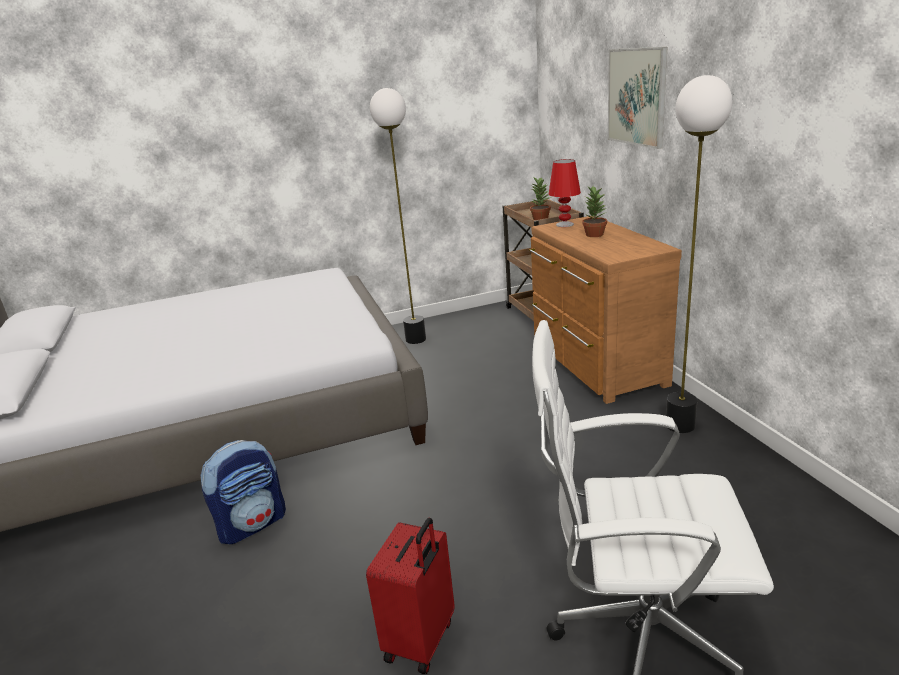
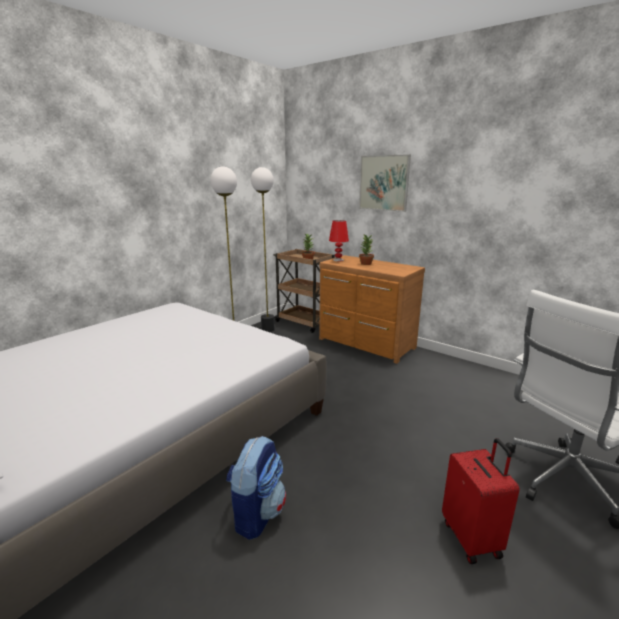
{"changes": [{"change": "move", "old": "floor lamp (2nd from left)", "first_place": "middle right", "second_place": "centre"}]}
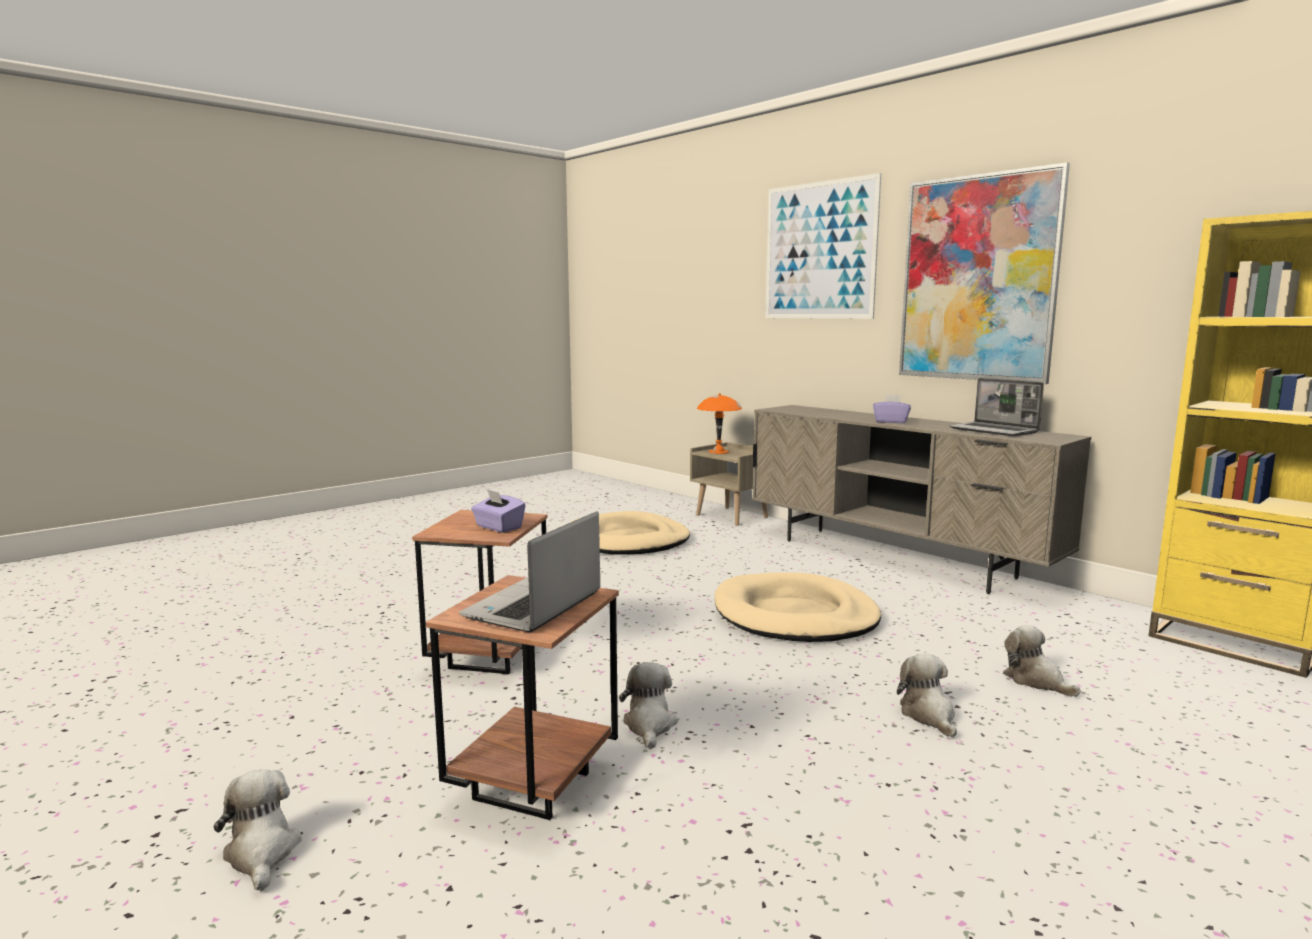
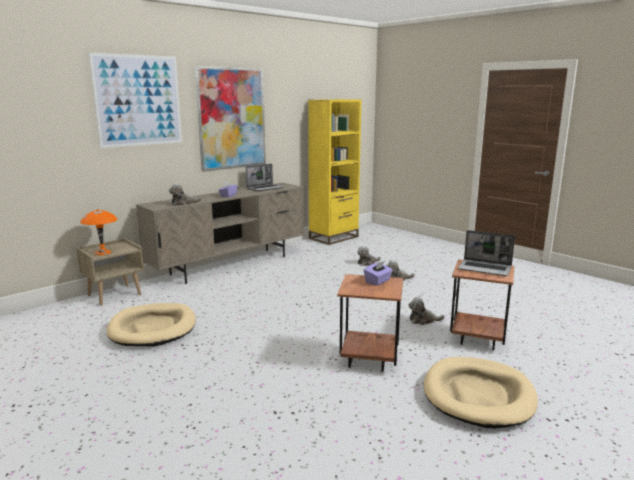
{"changes": [{"change": "move", "old": "plush toy (1st from left)", "first_place": "bottom left", "second_place": "middle left"}, {"change": "move", "old": "beige dog bed (2nd from left)", "first_place": "centre", "second_place": "bottom right"}]}
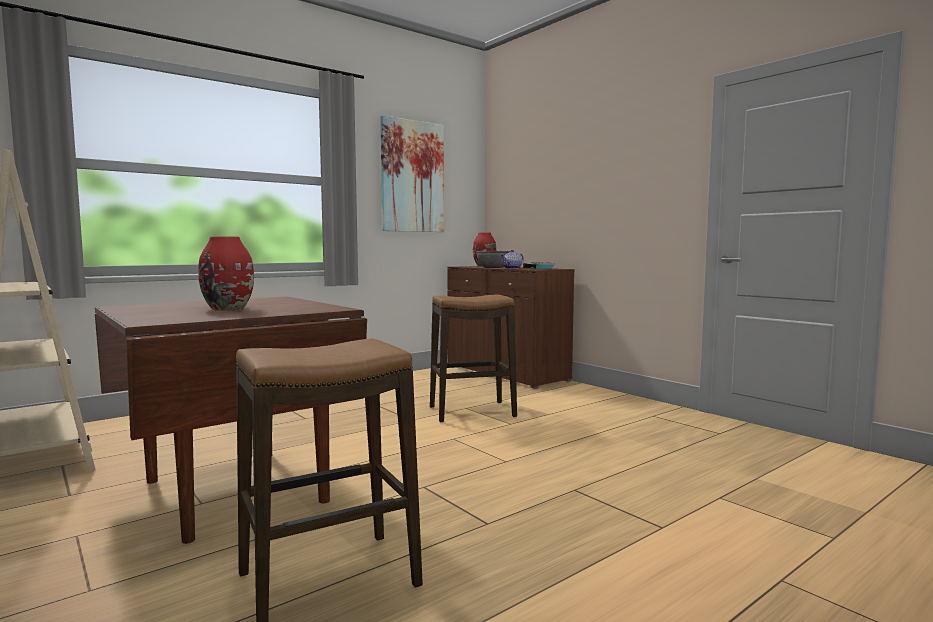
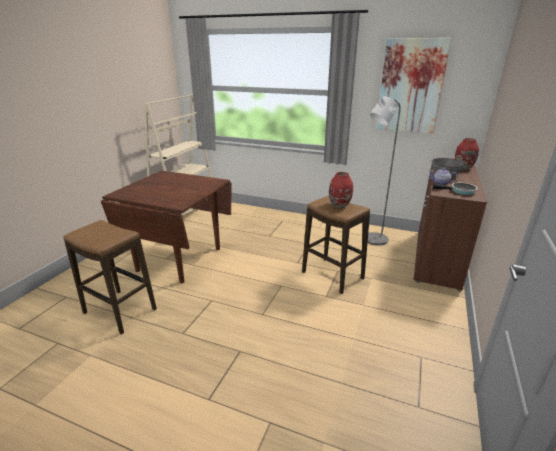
{"changes": [{"change": "move", "old": "red vase (1st from left)", "first_place": "middle left", "second_place": "centre"}, {"change": "insert", "new": "grey floor lamp", "second_place": "middle right"}]}
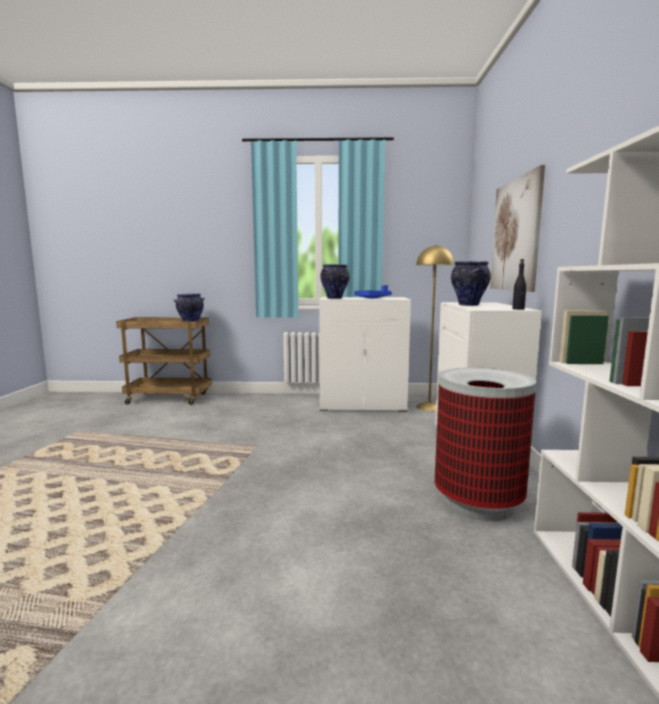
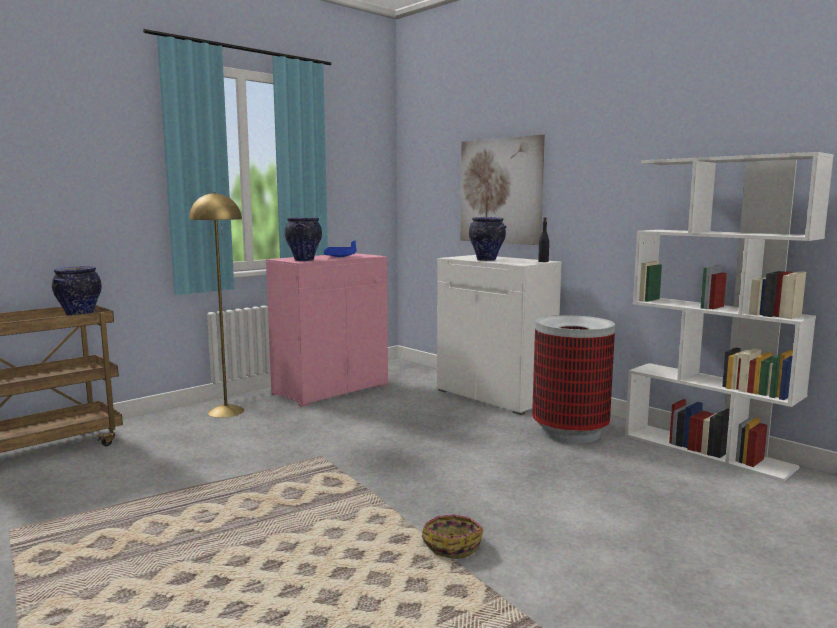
{"changes": [{"change": "recolor", "old": "white cabinet (1st from left)", "new": "pink cabinet", "first_place": "centre", "second_place": "centre"}, {"change": "move", "old": "yellow floor lamp", "first_place": "centre", "second_place": "middle left"}, {"change": "insert", "new": "basket", "second_place": "bottom centre"}]}
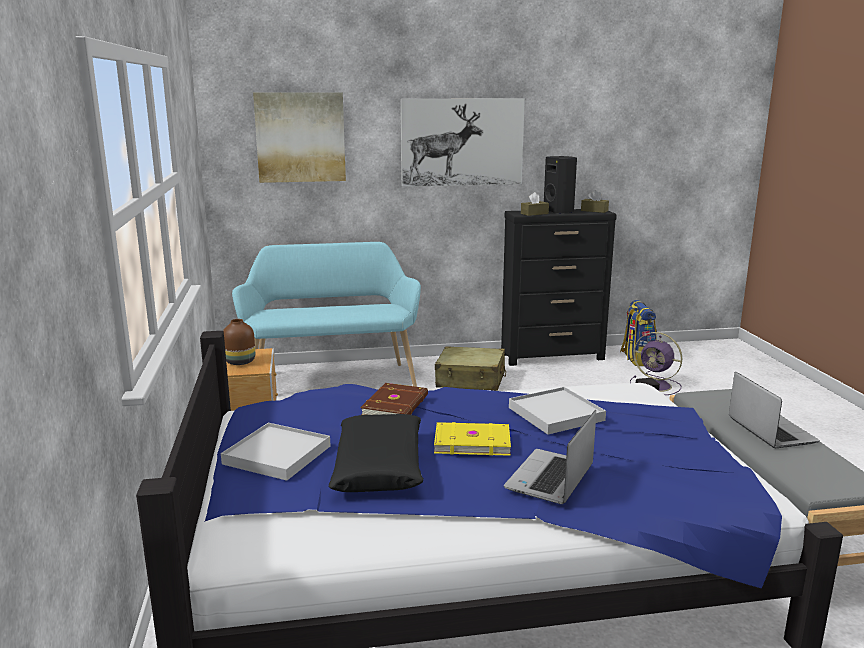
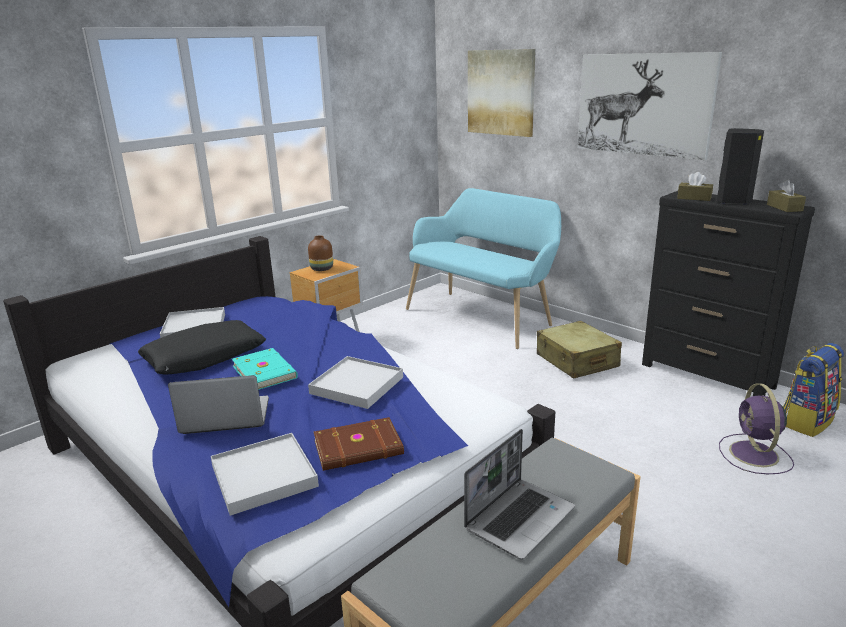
{"changes": [{"change": "move", "old": "brown book", "first_place": "centre", "second_place": "bottom centre"}, {"change": "recolor", "old": "yellow book", "new": "turquoise book", "first_place": "bottom centre", "second_place": "middle left"}, {"change": "insert", "new": "white tray (2nd from left)", "second_place": "bottom left"}]}
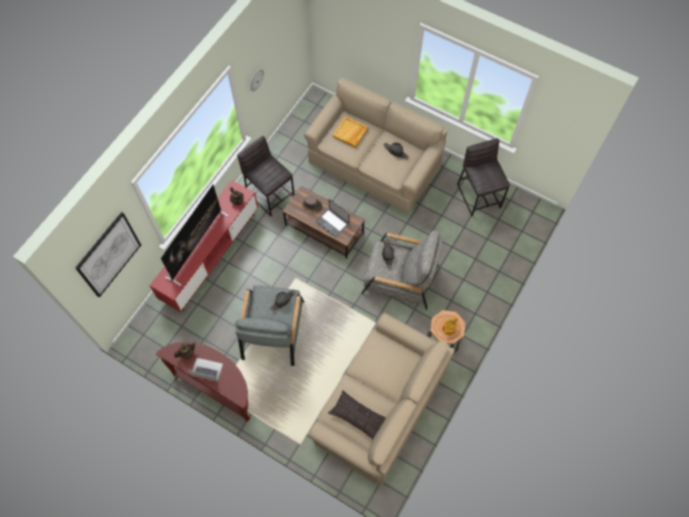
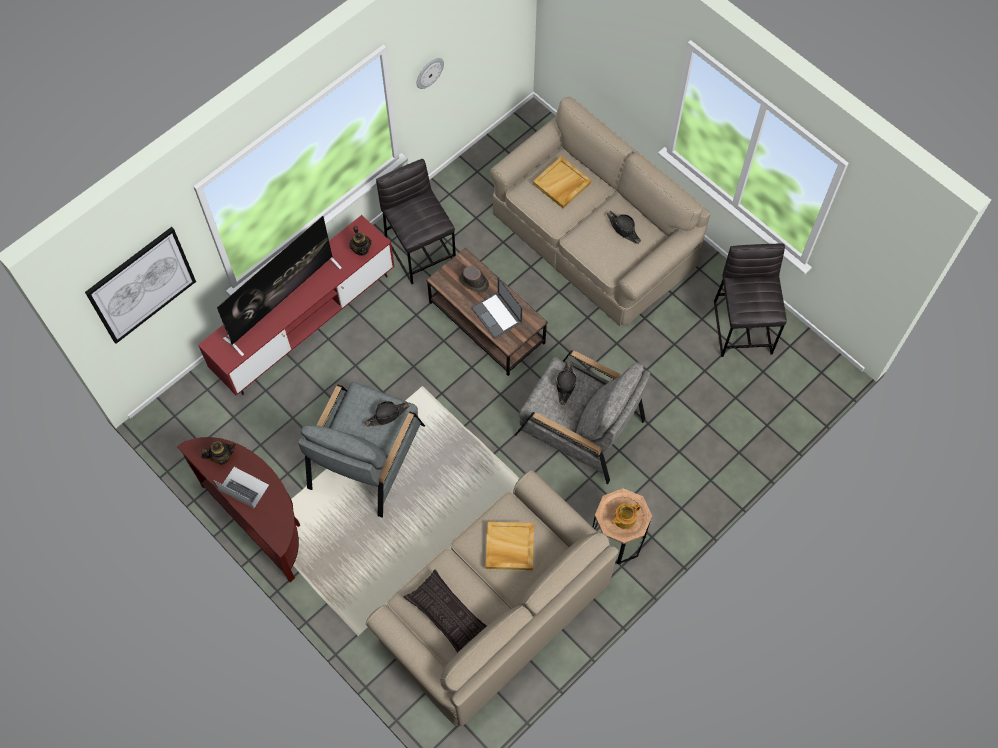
{"changes": [{"change": "insert", "new": "beige tray (1st from left)", "second_place": "bottom centre"}]}
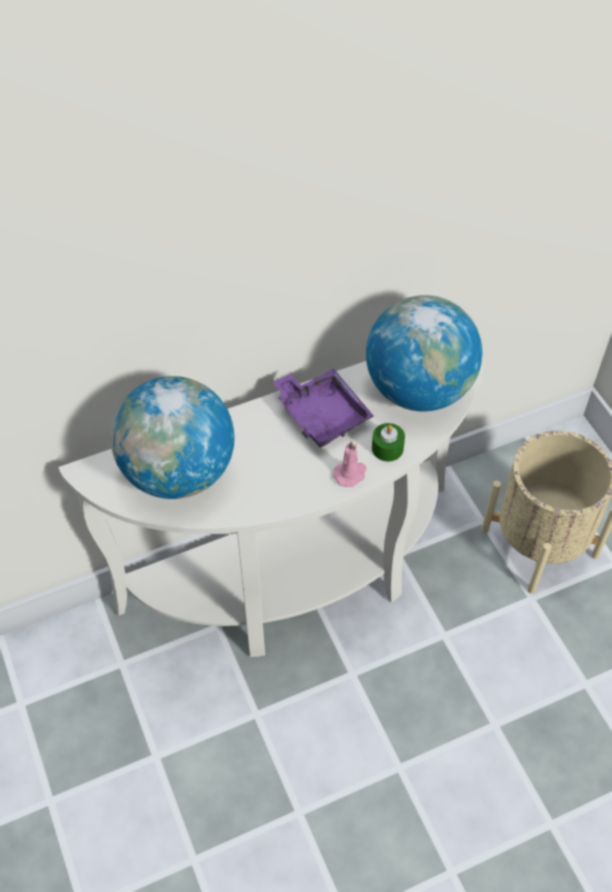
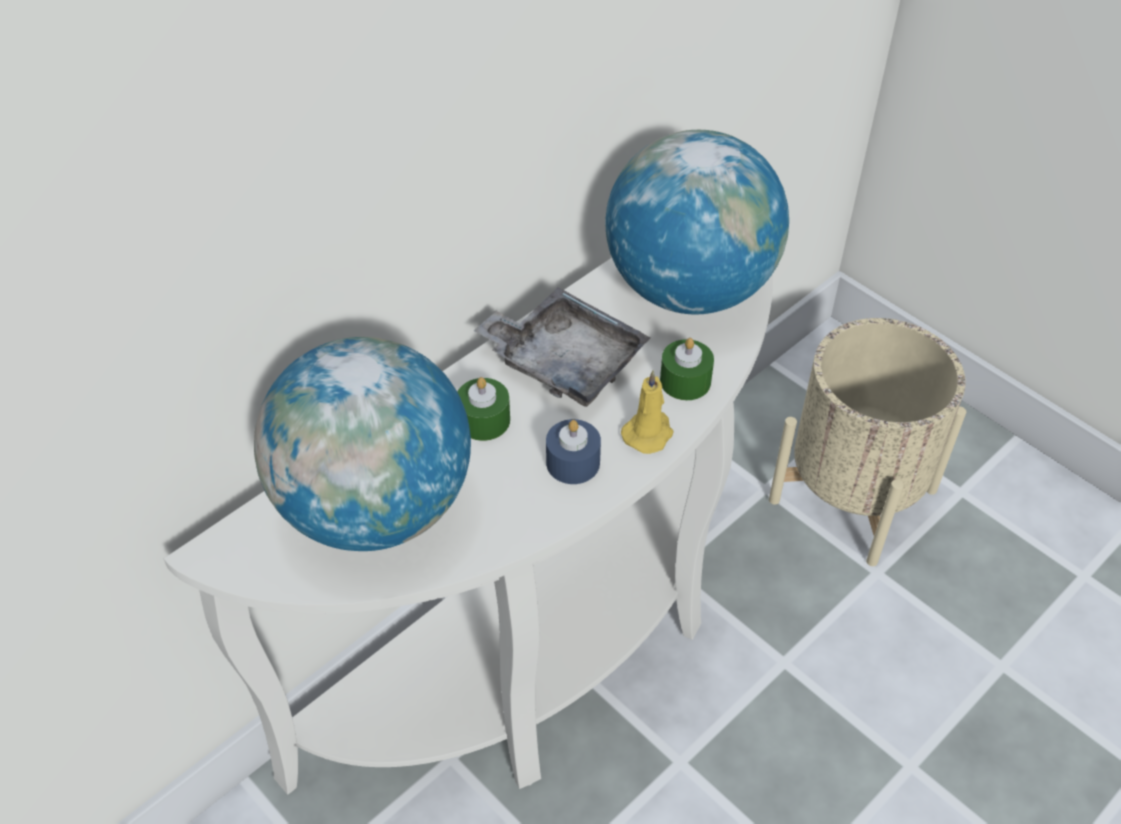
{"changes": [{"change": "recolor", "old": "purple tray", "new": "grey tray", "first_place": "centre", "second_place": "centre"}, {"change": "recolor", "old": "pink candle", "new": "yellow candle", "first_place": "centre", "second_place": "centre"}, {"change": "insert", "new": "green candle (1st from left)", "second_place": "centre"}, {"change": "insert", "new": "blue candle", "second_place": "centre"}]}
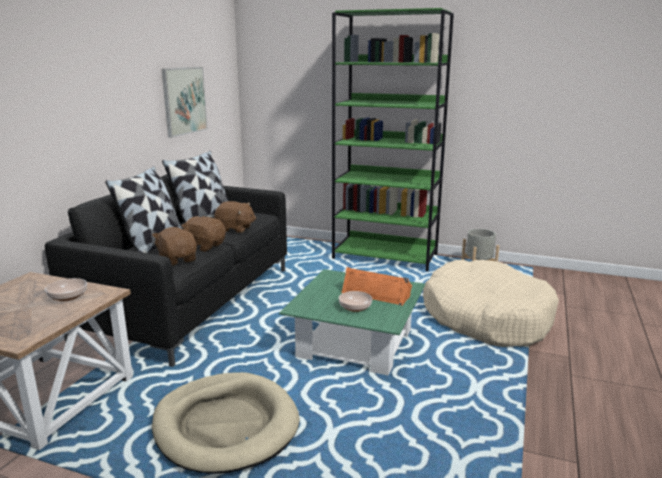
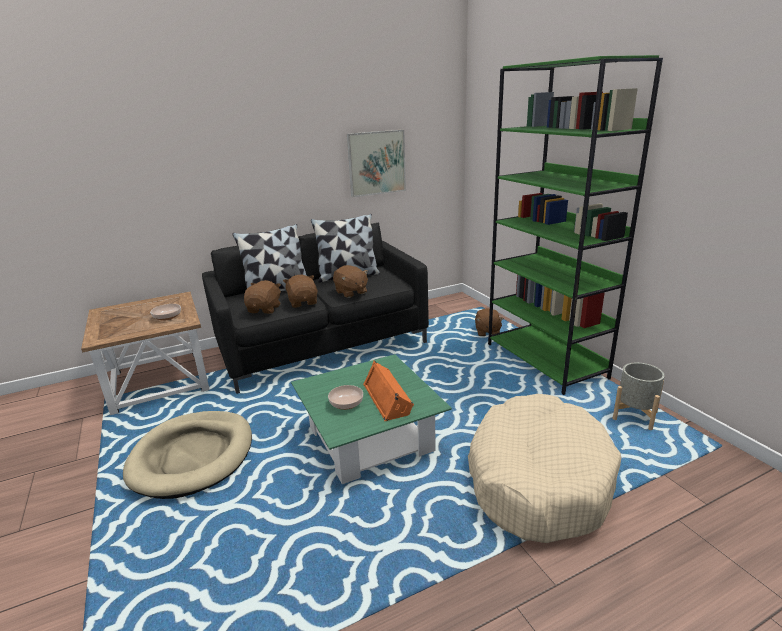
{"changes": [{"change": "insert", "new": "brown plush toy (4th from left)", "second_place": "centre"}]}
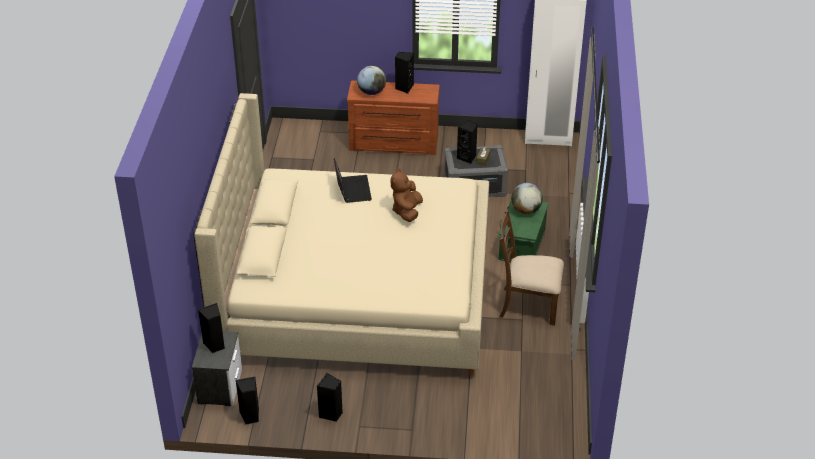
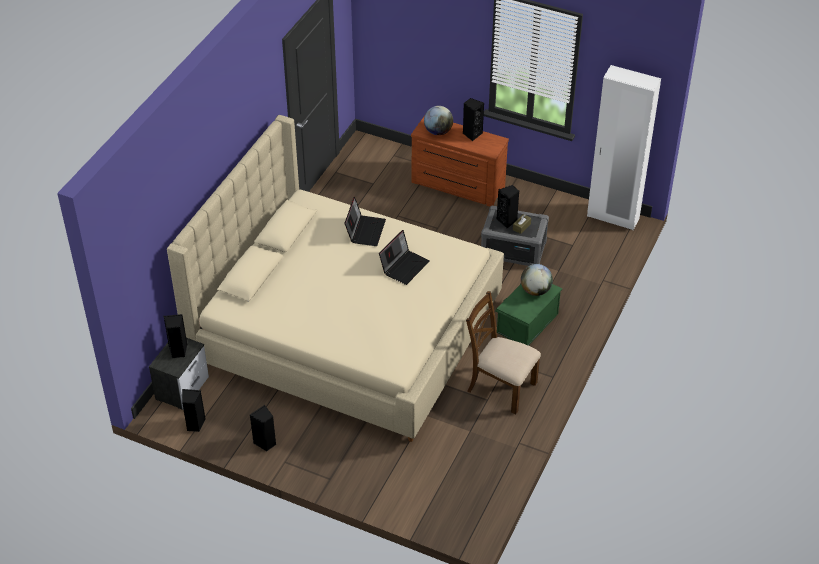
{"changes": [{"change": "replace", "old": "brown plush toy", "new": "laptop (2nd from left)", "first_place": "centre", "second_place": "centre"}]}
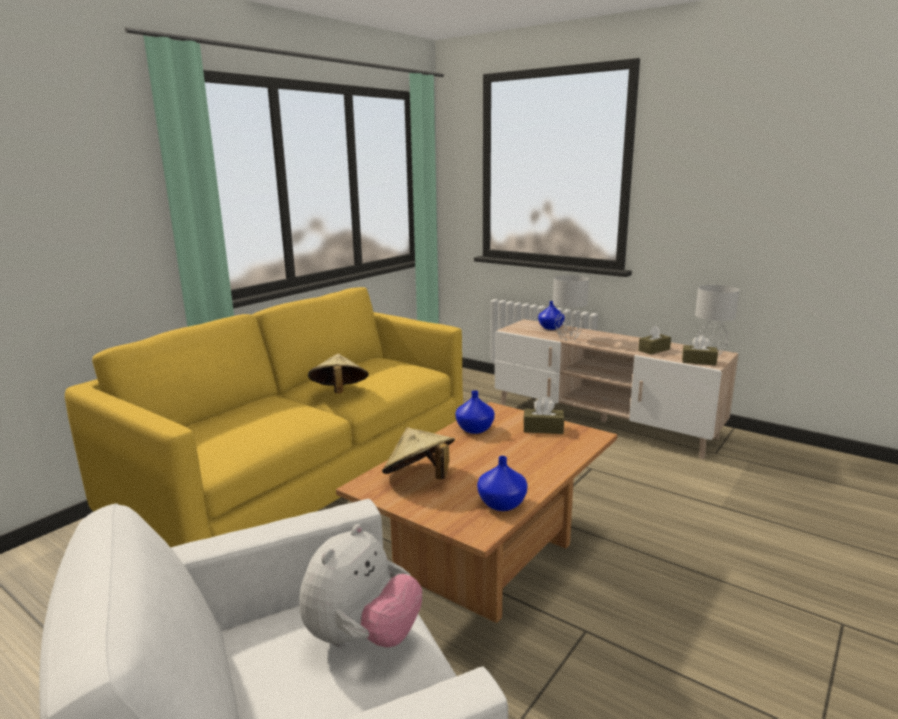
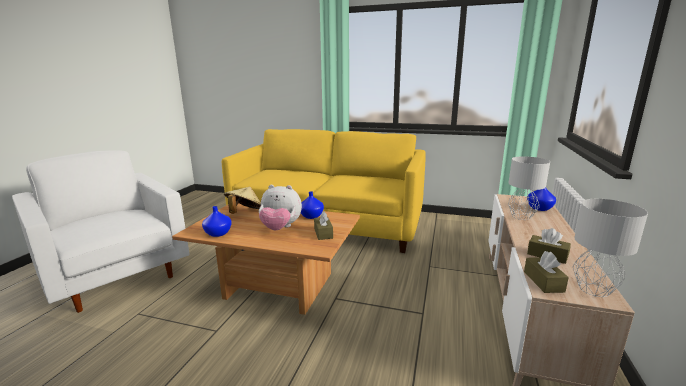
{"changes": [{"change": "move", "old": "plush toy", "first_place": "bottom centre", "second_place": "centre"}, {"change": "delete", "old": "beige hat (1st from left)", "first_place": "centre"}]}
